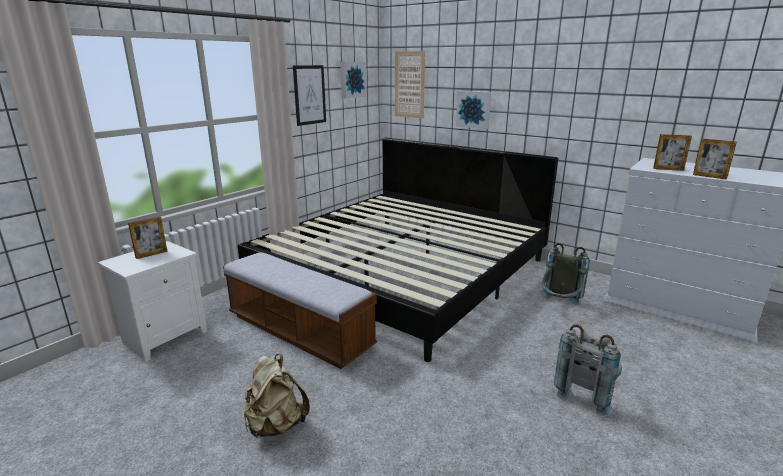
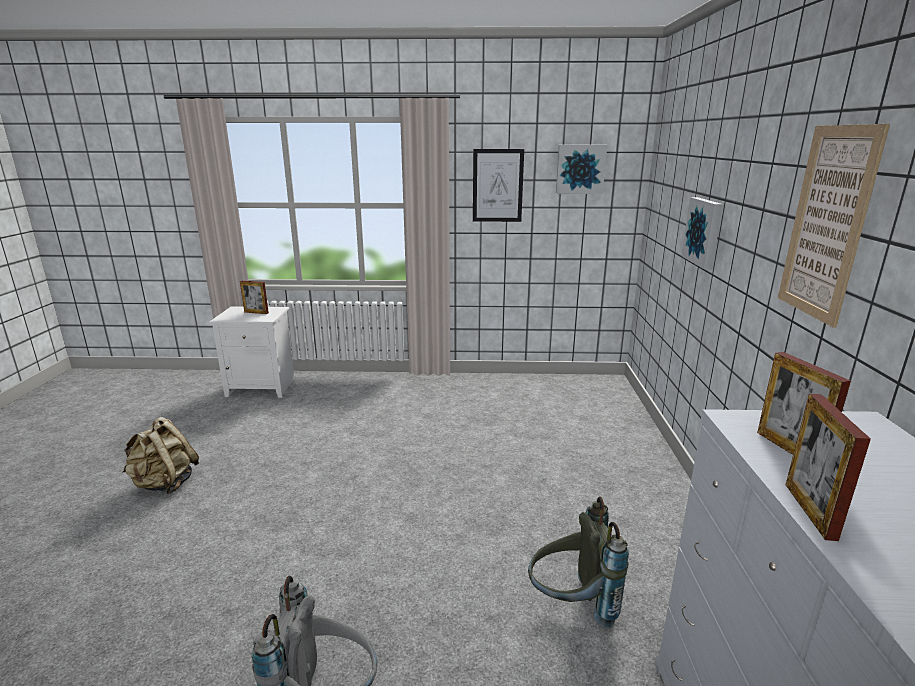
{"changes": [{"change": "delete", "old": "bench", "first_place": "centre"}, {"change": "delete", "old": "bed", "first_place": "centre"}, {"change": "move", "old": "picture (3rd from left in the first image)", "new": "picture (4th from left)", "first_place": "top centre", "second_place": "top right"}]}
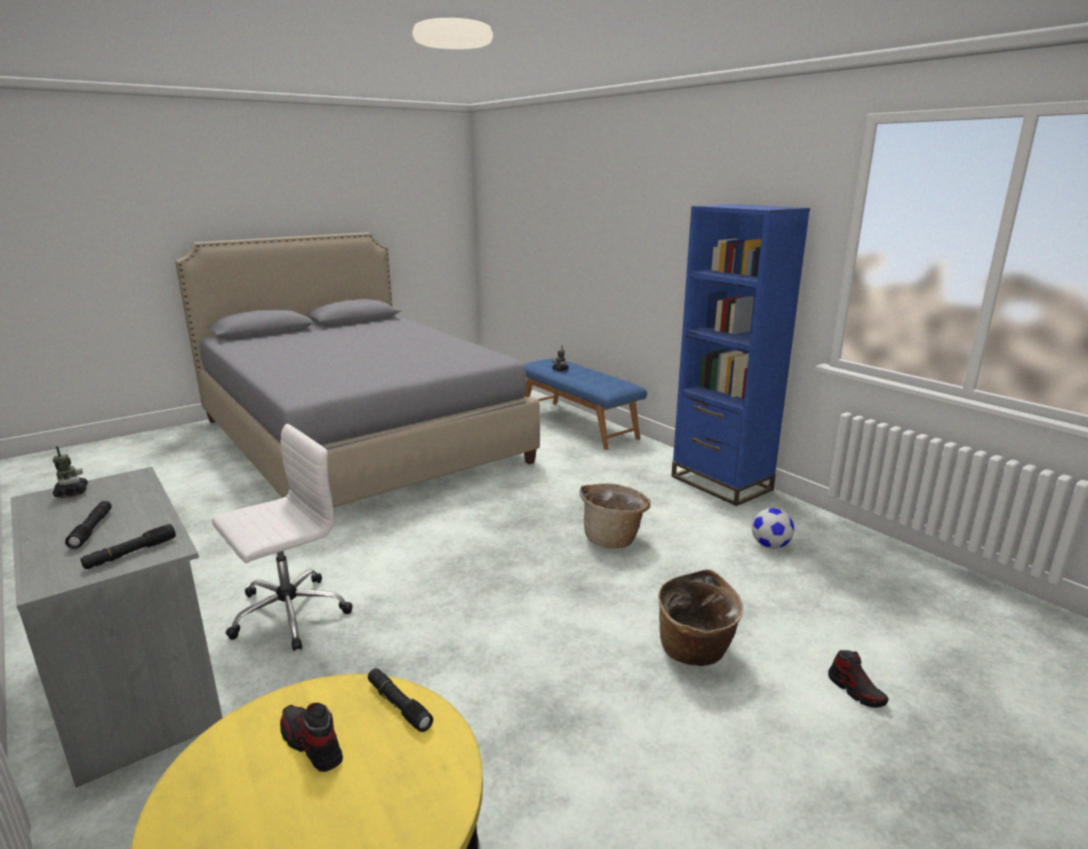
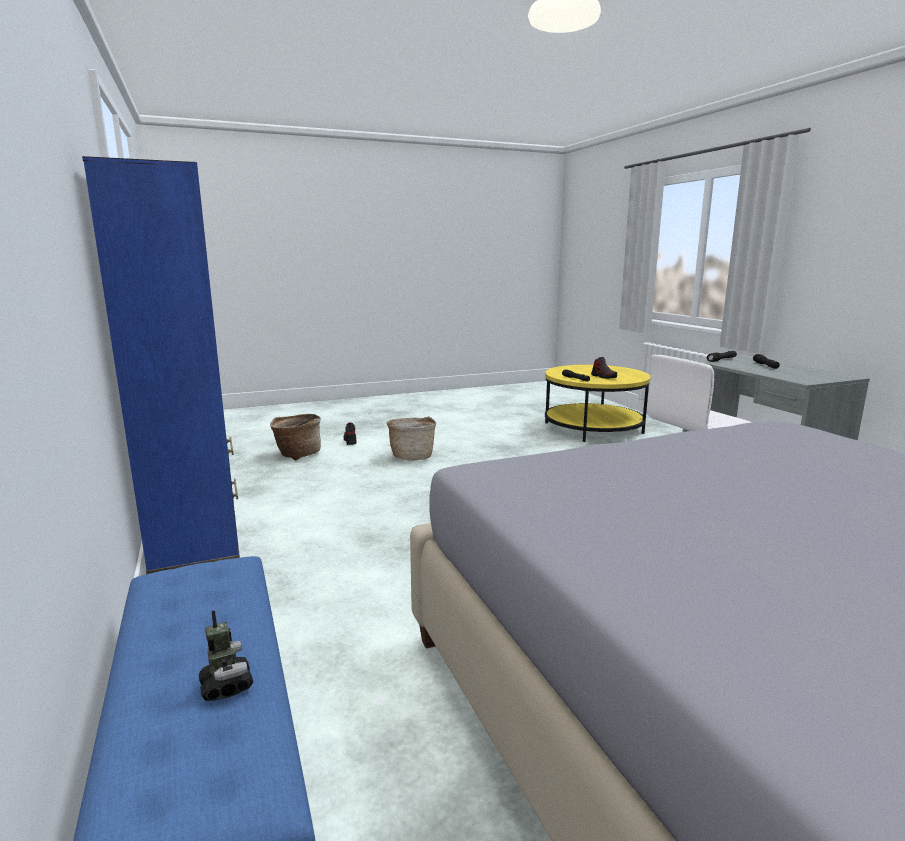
{"changes": [{"change": "delete", "old": "toy robot (1st from left)", "first_place": "middle left"}, {"change": "move", "old": "basket (1st from left)", "first_place": "centre", "second_place": "middle left"}, {"change": "delete", "old": "football", "first_place": "middle right"}]}
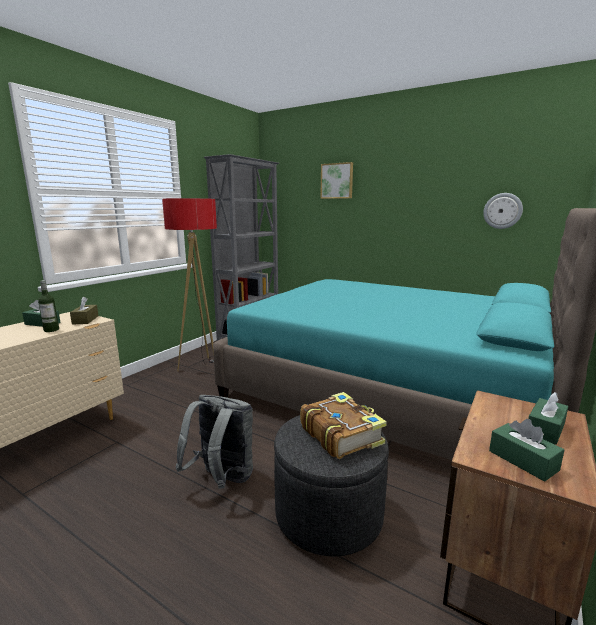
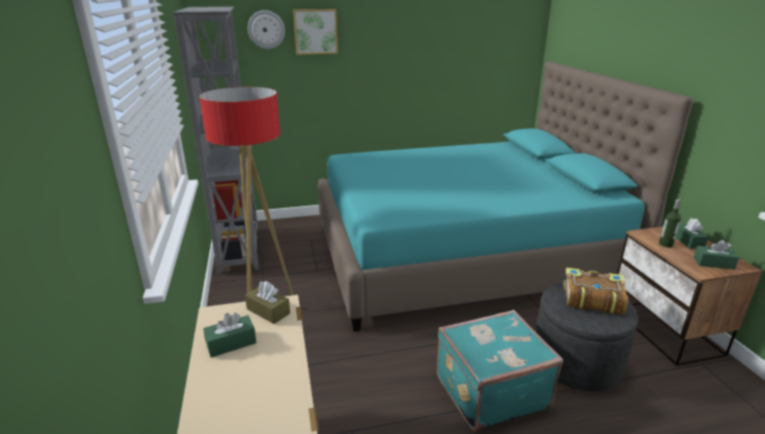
{"changes": [{"change": "move", "old": "bottle", "first_place": "middle left", "second_place": "middle right"}, {"change": "replace", "old": "grey backpack", "new": "turquoise suitcase", "first_place": "bottom centre", "second_place": "bottom centre"}, {"change": "move", "old": "wall clock", "first_place": "middle right", "second_place": "top centre"}]}
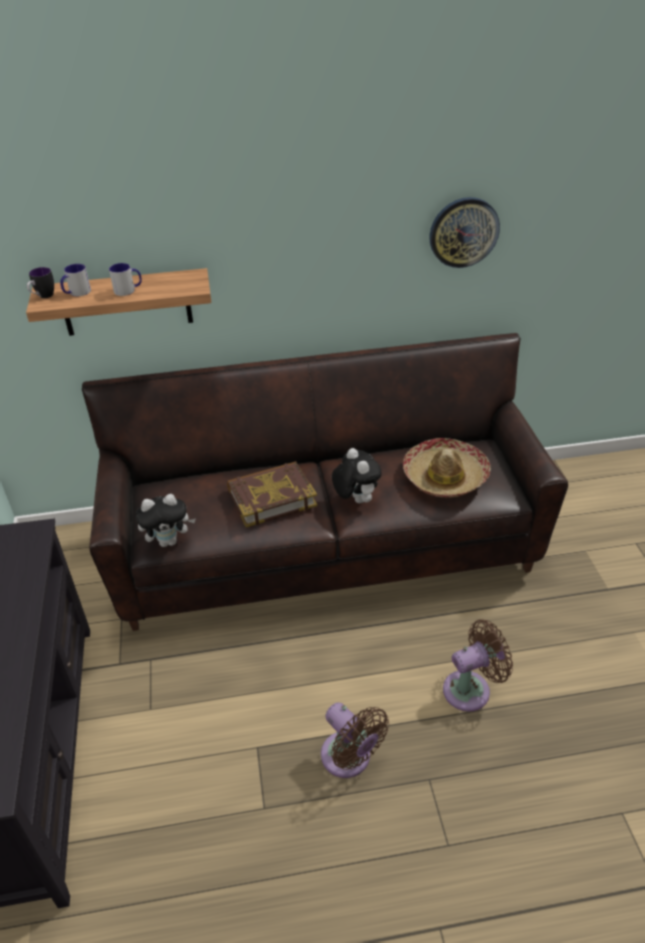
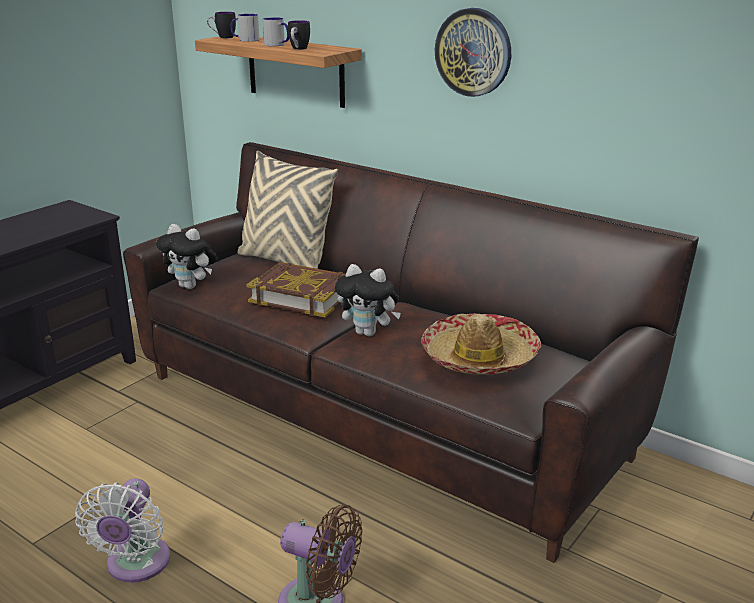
{"changes": [{"change": "recolor", "old": "brown fan (1st from left)", "new": "white fan", "first_place": "bottom centre", "second_place": "bottom left"}, {"change": "rotate", "old": "plush toy (2nd from left)", "first_place": "centre", "second_place": "centre", "degrees": 90}, {"change": "move", "old": "wall clock", "first_place": "top right", "second_place": "top centre"}, {"change": "insert", "new": "beige pillow", "second_place": "centre"}, {"change": "insert", "new": "mug (4th from left)", "second_place": "top centre"}]}
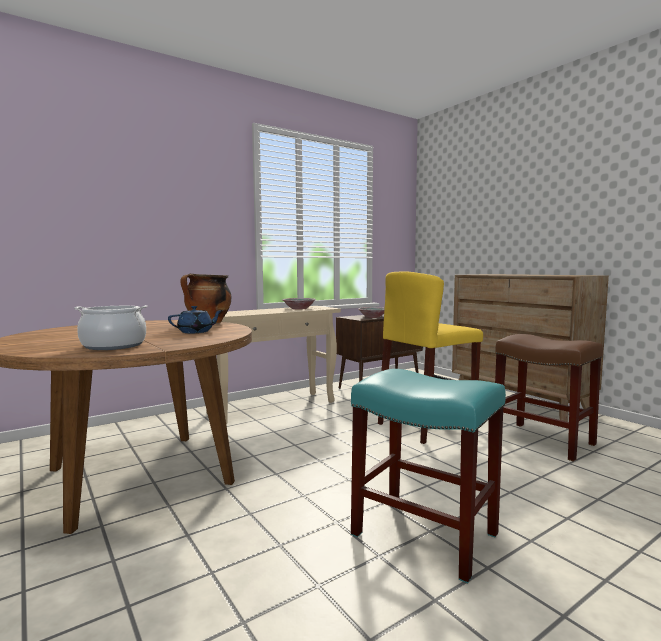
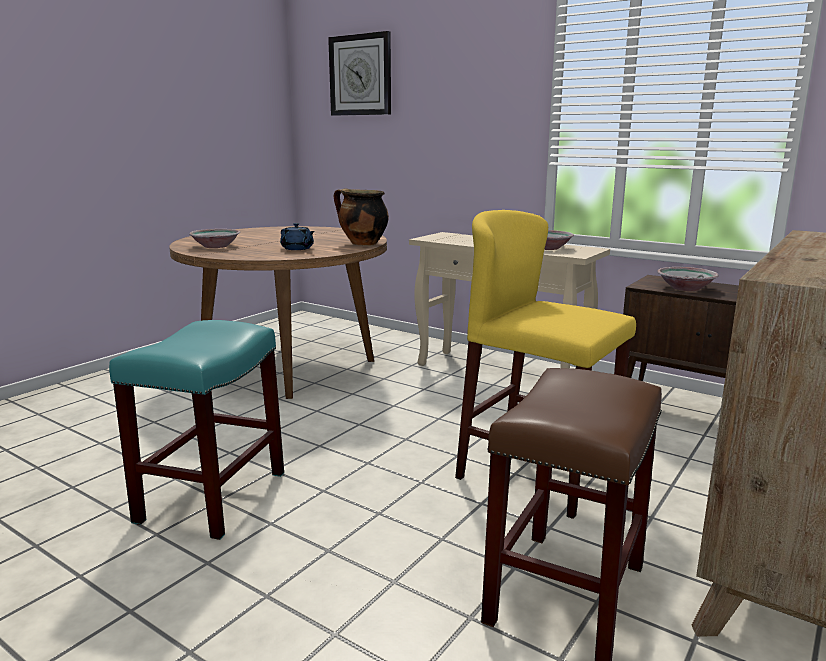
{"changes": [{"change": "replace", "old": "cooking pot (1st from left)", "new": "bowl (1st from left)", "first_place": "middle left", "second_place": "middle left"}, {"change": "insert", "new": "wall clock", "second_place": "top centre"}]}
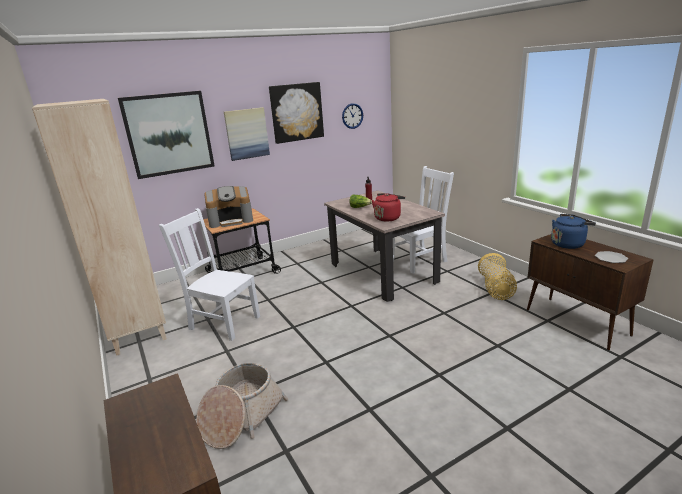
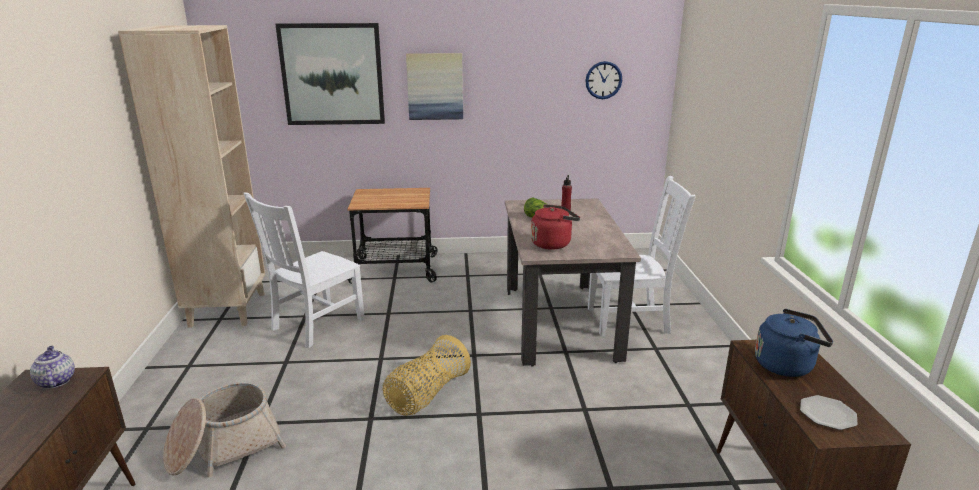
{"changes": [{"change": "rotate", "old": "white chair (1st from left)", "first_place": "middle left", "second_place": "middle left", "degrees": -105}, {"change": "delete", "old": "coffee machine", "first_place": "centre"}, {"change": "delete", "old": "picture (3rd from left)", "first_place": "top centre"}, {"change": "move", "old": "basket (2nd from left)", "first_place": "middle right", "second_place": "bottom centre"}, {"change": "insert", "new": "teapot", "second_place": "bottom left"}]}
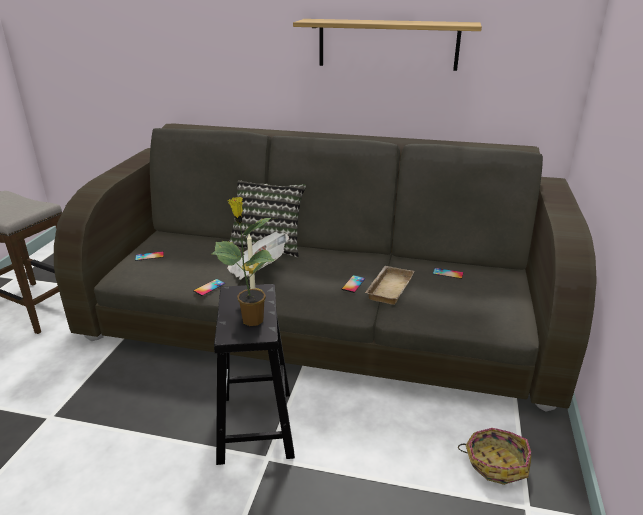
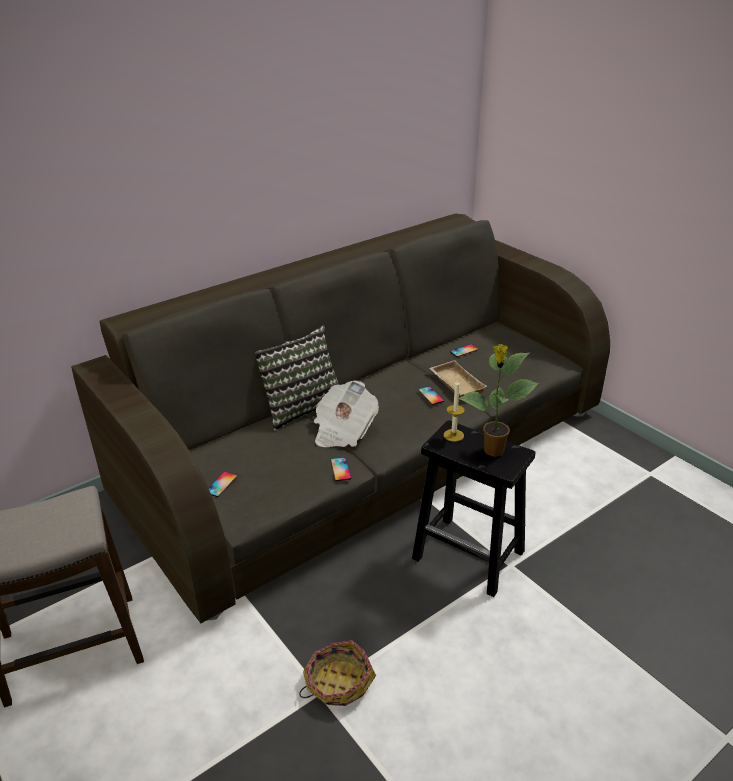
{"changes": [{"change": "delete", "old": "shelf", "first_place": "top centre"}, {"change": "move", "old": "basket", "first_place": "bottom right", "second_place": "bottom centre"}]}
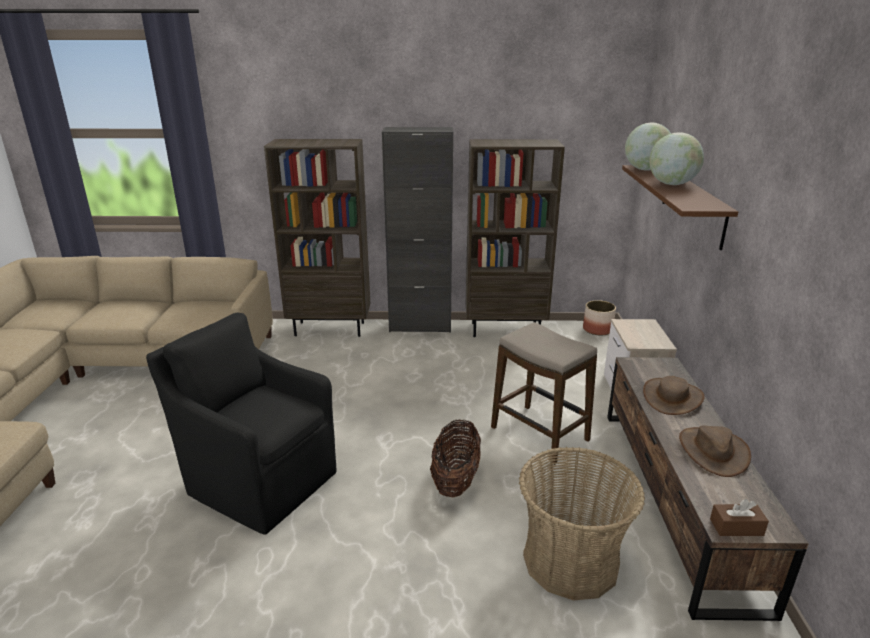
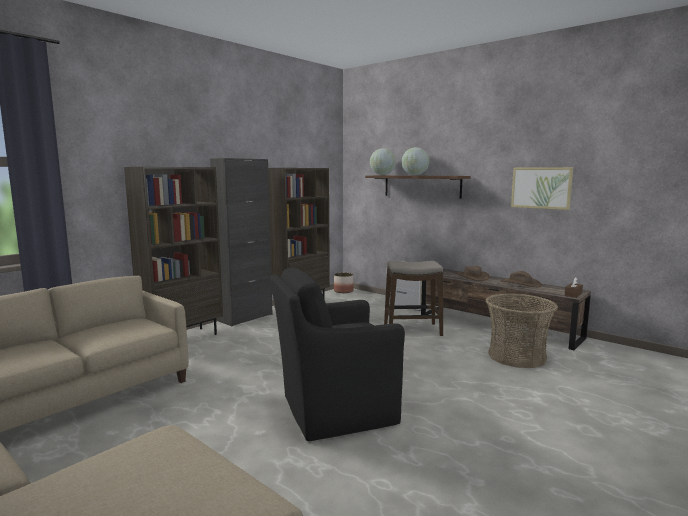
{"changes": [{"change": "delete", "old": "basket (1st from left)", "first_place": "bottom centre"}, {"change": "insert", "new": "picture", "second_place": "middle right"}]}
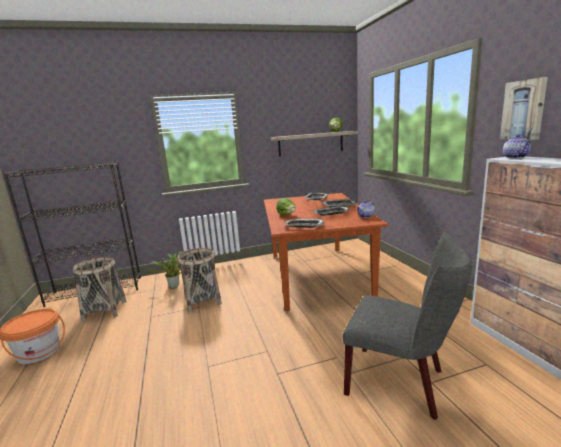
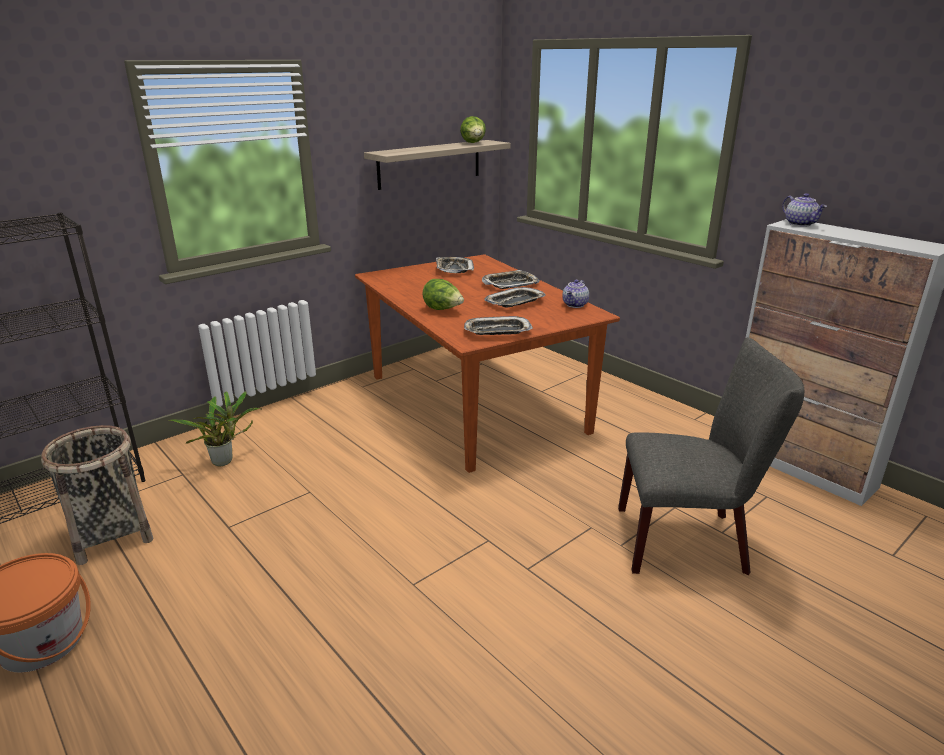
{"changes": [{"change": "delete", "old": "basket (2nd from left)", "first_place": "centre"}, {"change": "delete", "old": "picture", "first_place": "top right"}]}
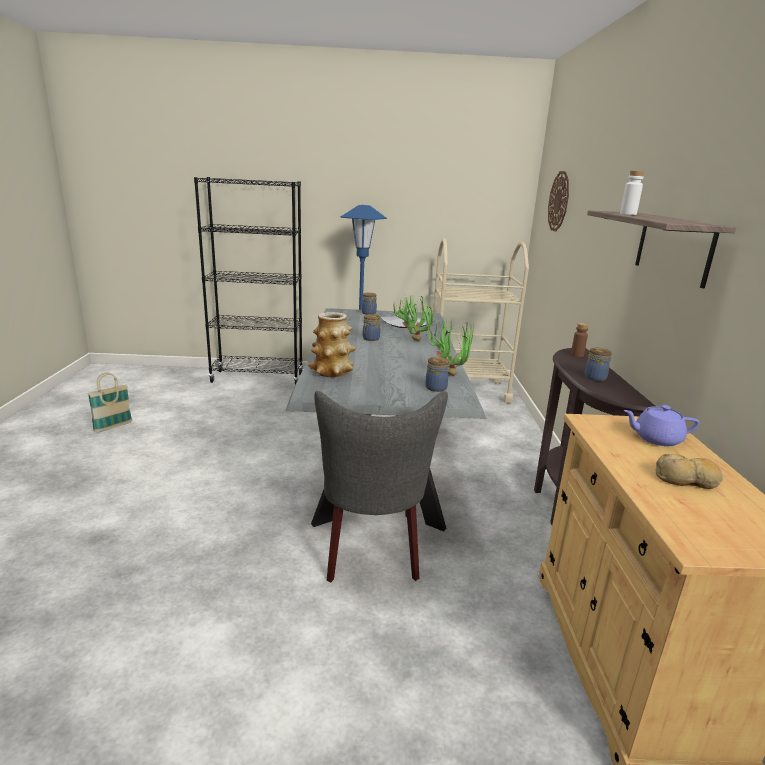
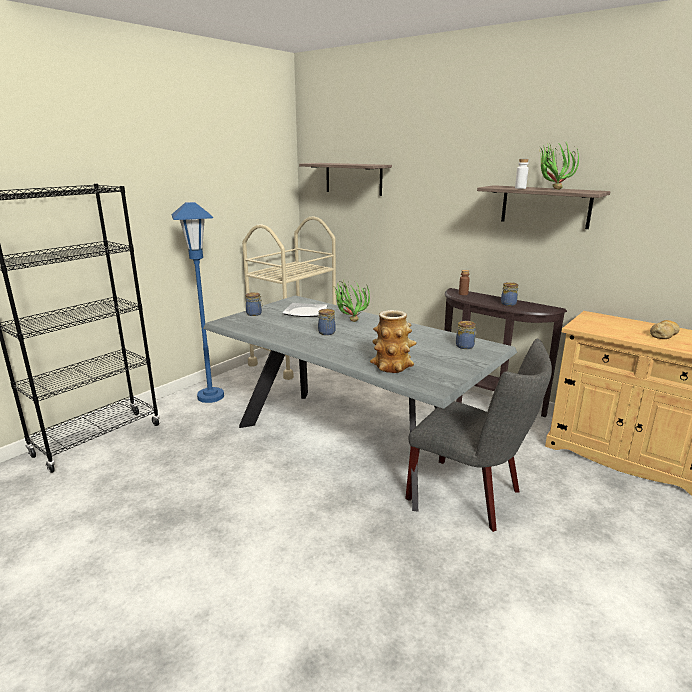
{"changes": [{"change": "delete", "old": "basket", "first_place": "middle left"}, {"change": "move", "old": "potted plant (2nd from left)", "first_place": "centre", "second_place": "top right"}, {"change": "replace", "old": "wall clock", "new": "shelf (1st from left)", "first_place": "top right", "second_place": "top centre"}, {"change": "delete", "old": "purple teapot", "first_place": "middle right"}]}
